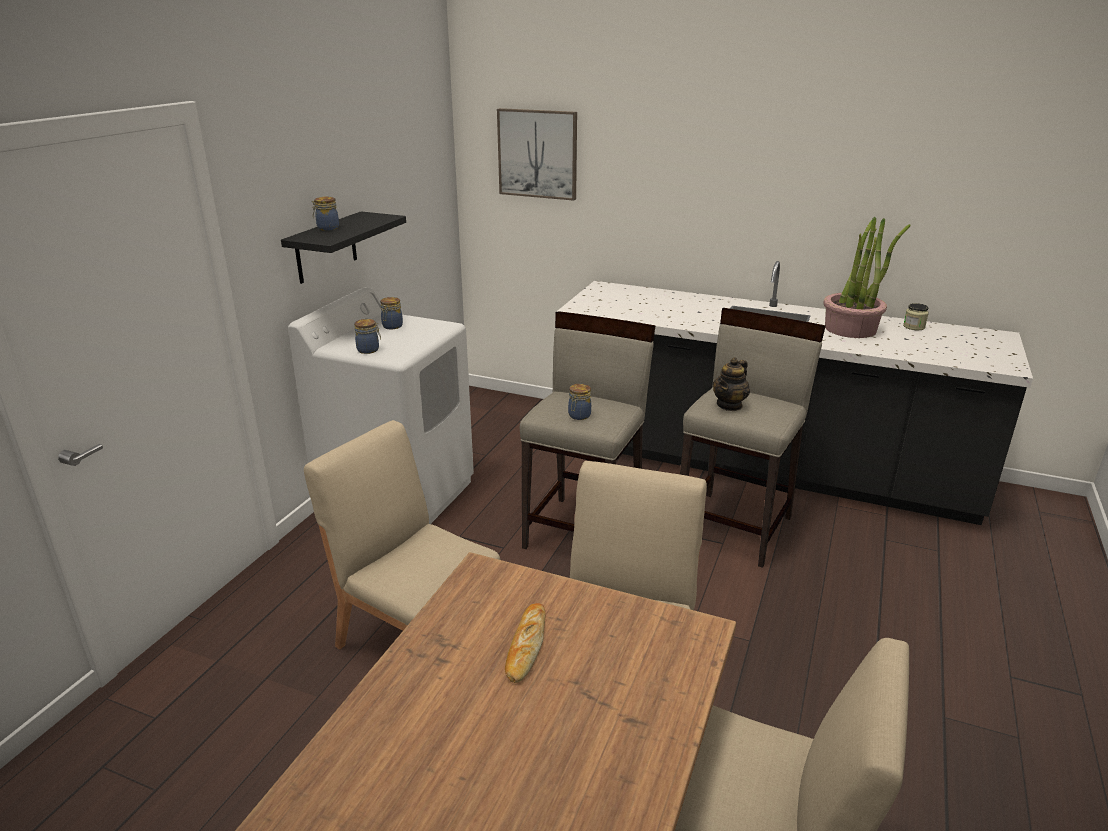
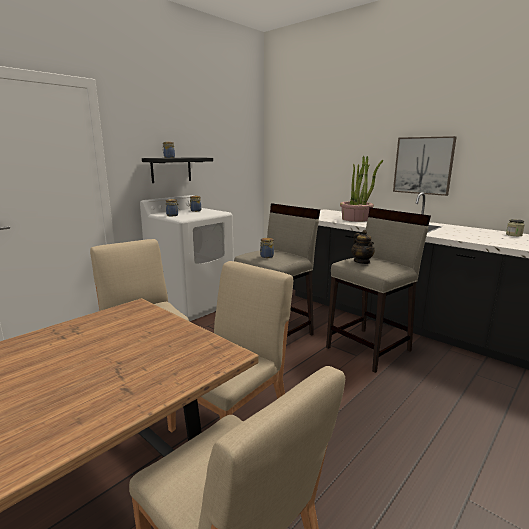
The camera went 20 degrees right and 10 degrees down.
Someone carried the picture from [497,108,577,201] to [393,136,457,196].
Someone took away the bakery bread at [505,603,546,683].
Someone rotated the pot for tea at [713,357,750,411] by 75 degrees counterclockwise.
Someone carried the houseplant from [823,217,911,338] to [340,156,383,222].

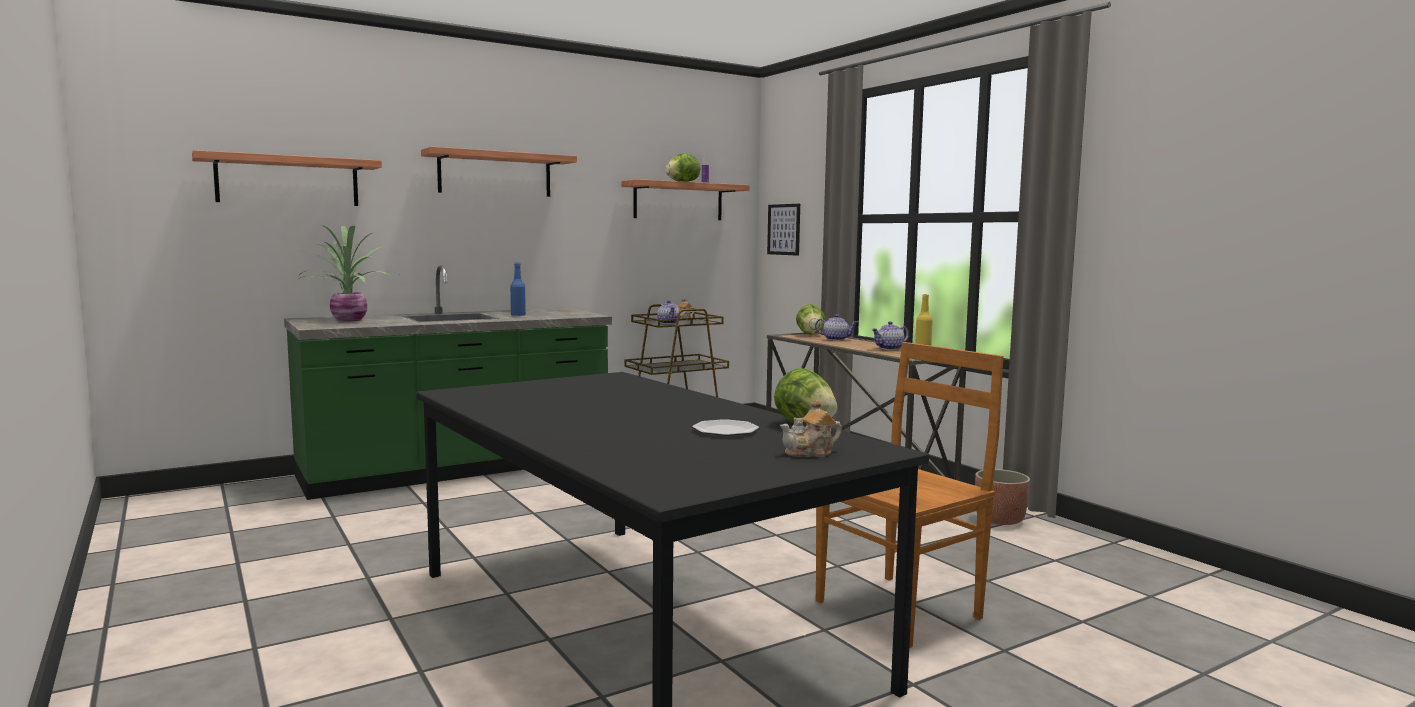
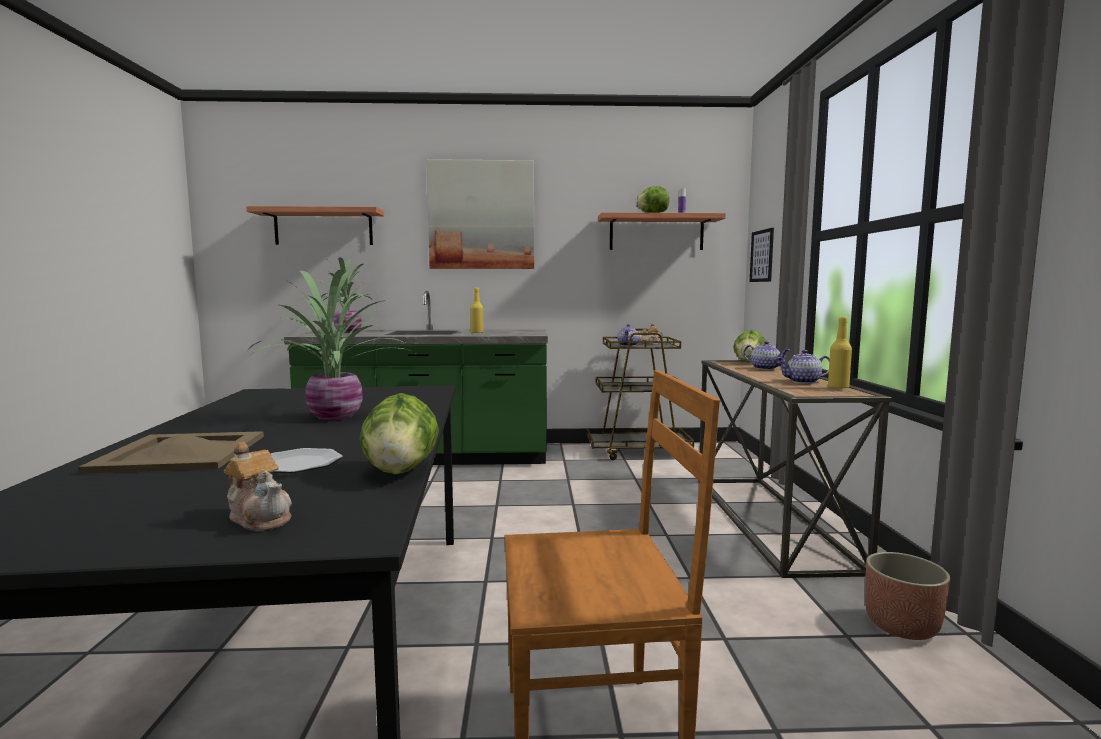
The camera went 30 degrees right and 0 degrees up.
Someone swapped the bracket shelf at [421,147,577,197] for the picture at [426,159,534,269].
Someone repainted the bluish bottle at [510,263,526,316], which became the yellow bottle at [471,288,484,333].
Someone rotated the pot for tea at [780,400,842,457] by 150 degrees counterclockwise.
Someone put down the sand-coloured serving tray at [78,431,264,474].
Someone put down the houseplant at [248,269,415,421].

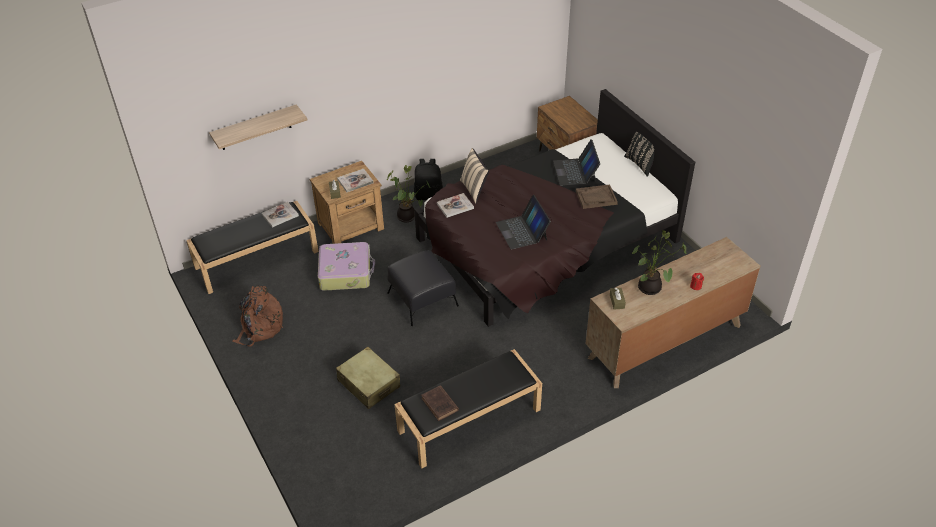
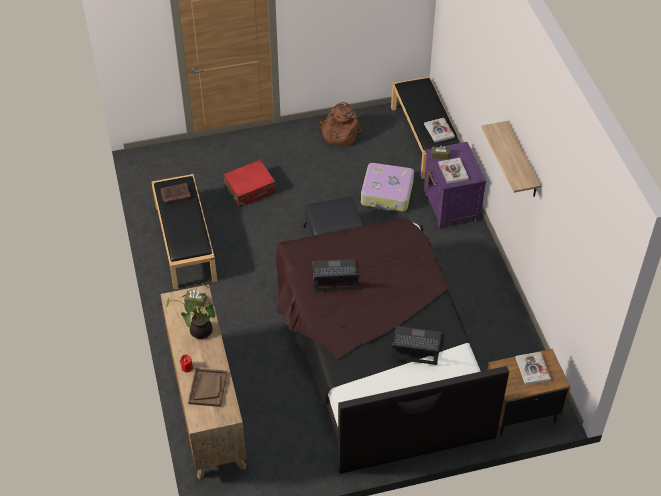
The camera went 105 degrees right and 5 degrees up.
Someone carried the bracket shelf from [209,104,307,150] to [481,121,542,197].
Someone repainted the brown-coloured bedside table at [310,161,384,244], which became the purple-coloured bedside table at [424,142,486,229].
Someone repainted the sand-coloured travel case at [336,347,400,409], which became the reddish travel case at [223,160,276,208].
Someone took away the houseplant at [387,165,430,222].
Someone took away the blackish knapsack at [414,159,443,200].
Someone carried the book from [437,193,474,218] to [515,352,551,385].
Someone took away the sand-coloured cushion at [460,148,489,204].
Someone carried the brown-coloured serving tray from [576,184,618,209] to [188,368,227,407].

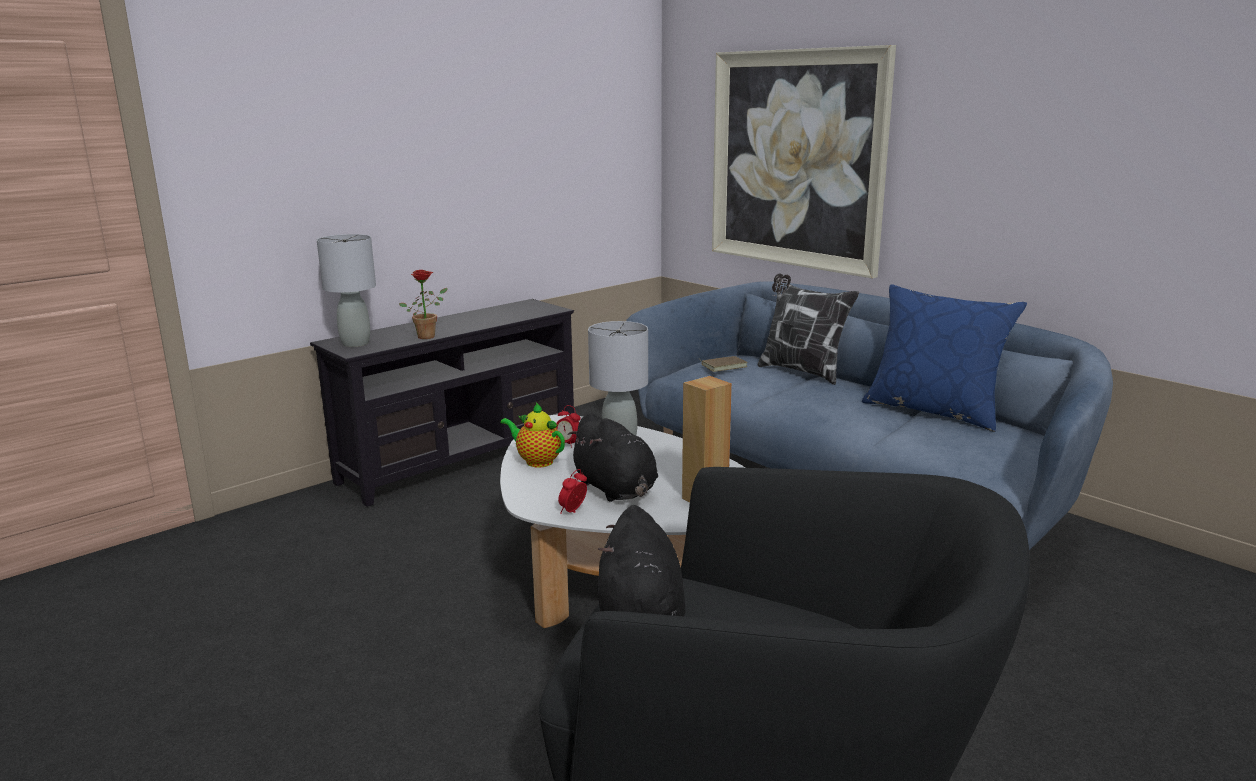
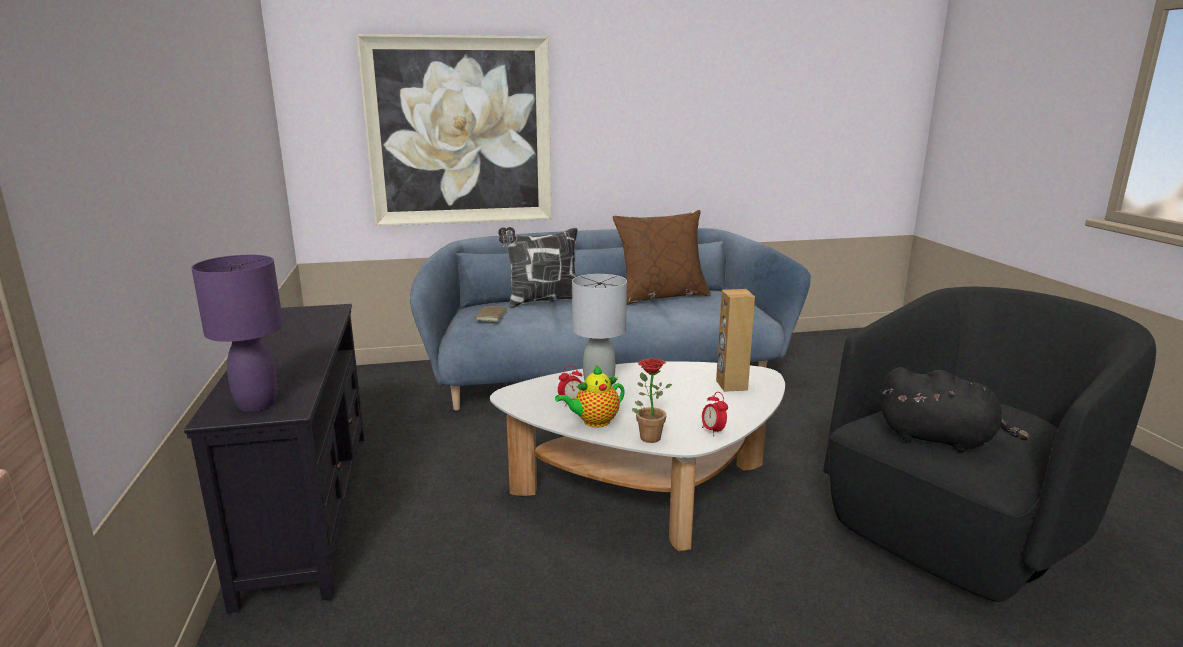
The camera went 60 degrees left and 0 degrees up.
Someone repainted the grey tabletop lamp at [317,234,376,347], which became the purple-coloured tabletop lamp at [191,255,283,412].
Someone carried the houseplant from [399,270,447,339] to [632,358,672,443].
Someone took away the blackish plush toy at [568,412,658,502].
Someone repainted the bluish cushion at [862,284,1027,432], which became the brown-coloured cushion at [613,210,711,305].

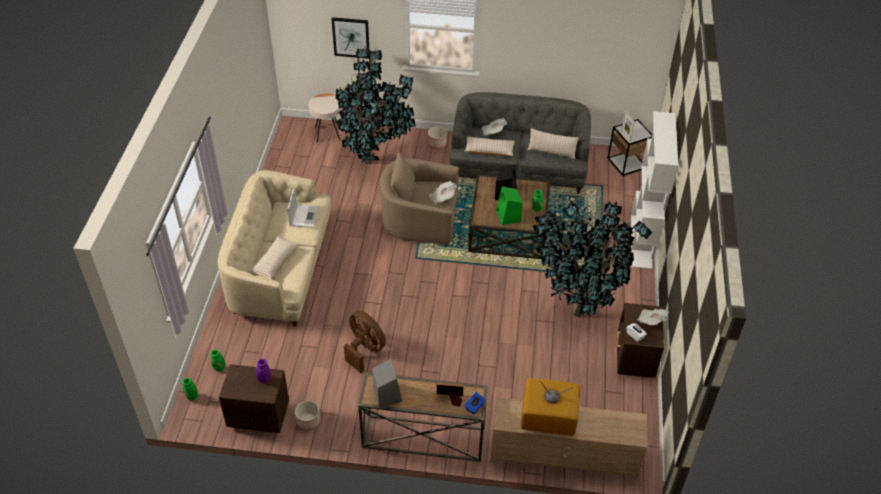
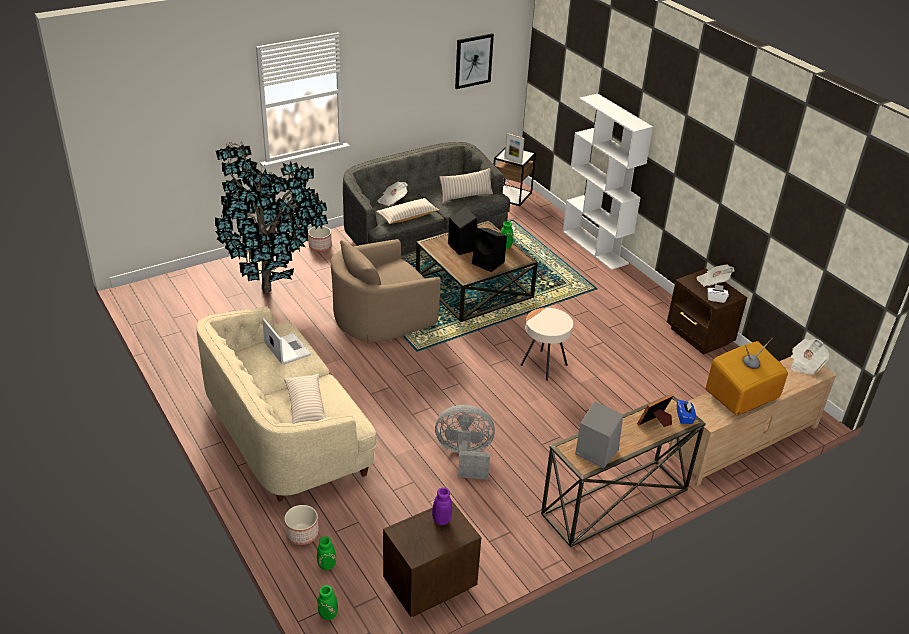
The camera went 40 degrees left and 10 degrees down.
Someone carried the plant pot from [295,401,321,431] to [284,505,319,545].
Someone carried the sand-coloured end table from [308,93,342,143] to [521,308,573,381].
Someone carried the picture from [332,17,370,59] to [455,33,494,89].
Someone repainted the brown-coloured electric fan at [344,311,386,373], which became the grey electric fan at [435,405,495,480].
Someone carried the printed paper from [429,181,457,204] to [791,339,829,375].
Someone repainted the green-coloured audio speaker at [496,186,523,225], which became the blackish audio speaker at [472,228,507,272].
Someone took away the houseplant at [533,201,653,317].

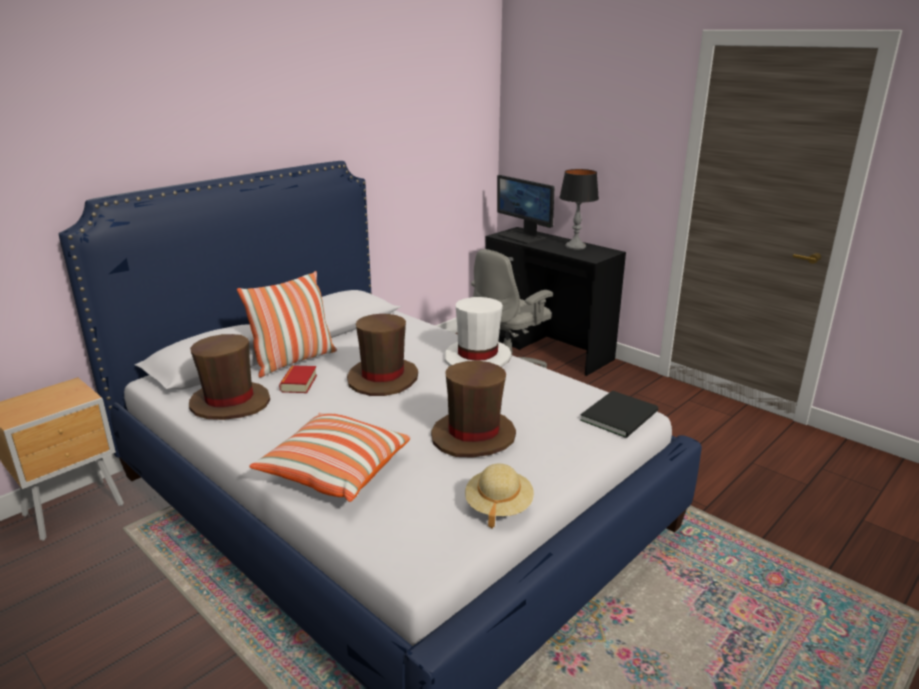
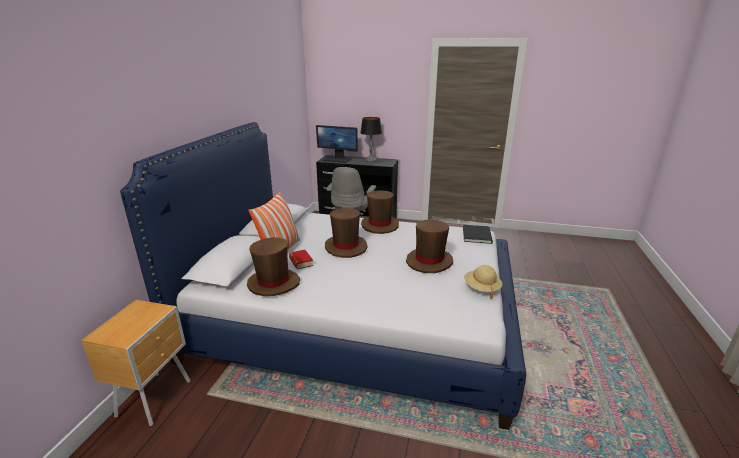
The camera went 30 degrees left and 0 degrees up.
Someone took away the cushion at [250,413,410,502].
Someone repainted the white-coloured clothing hat at [445,297,511,367], which became the brown-coloured clothing hat at [361,190,399,234].

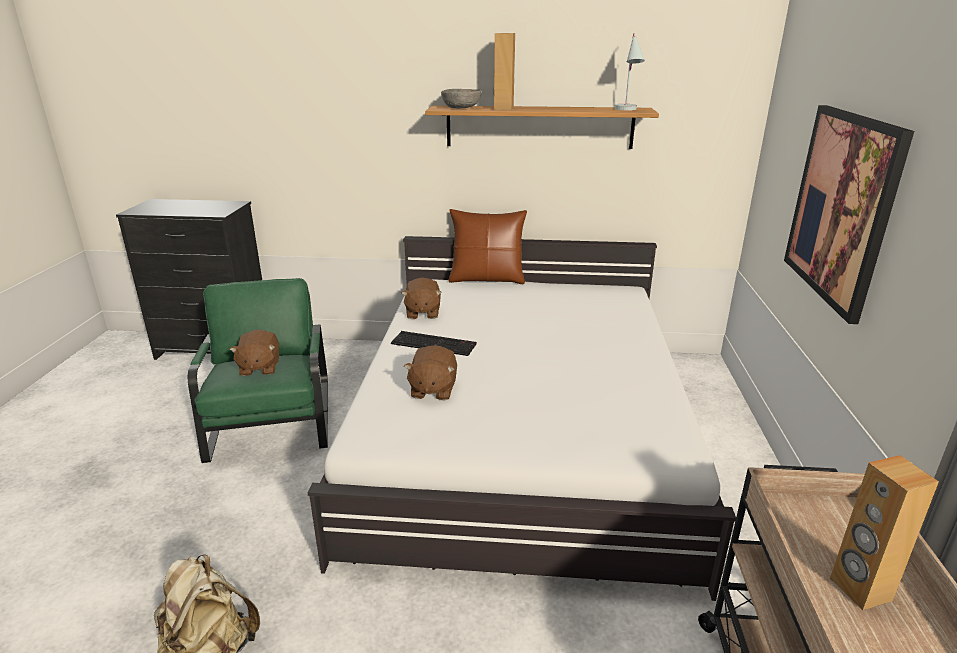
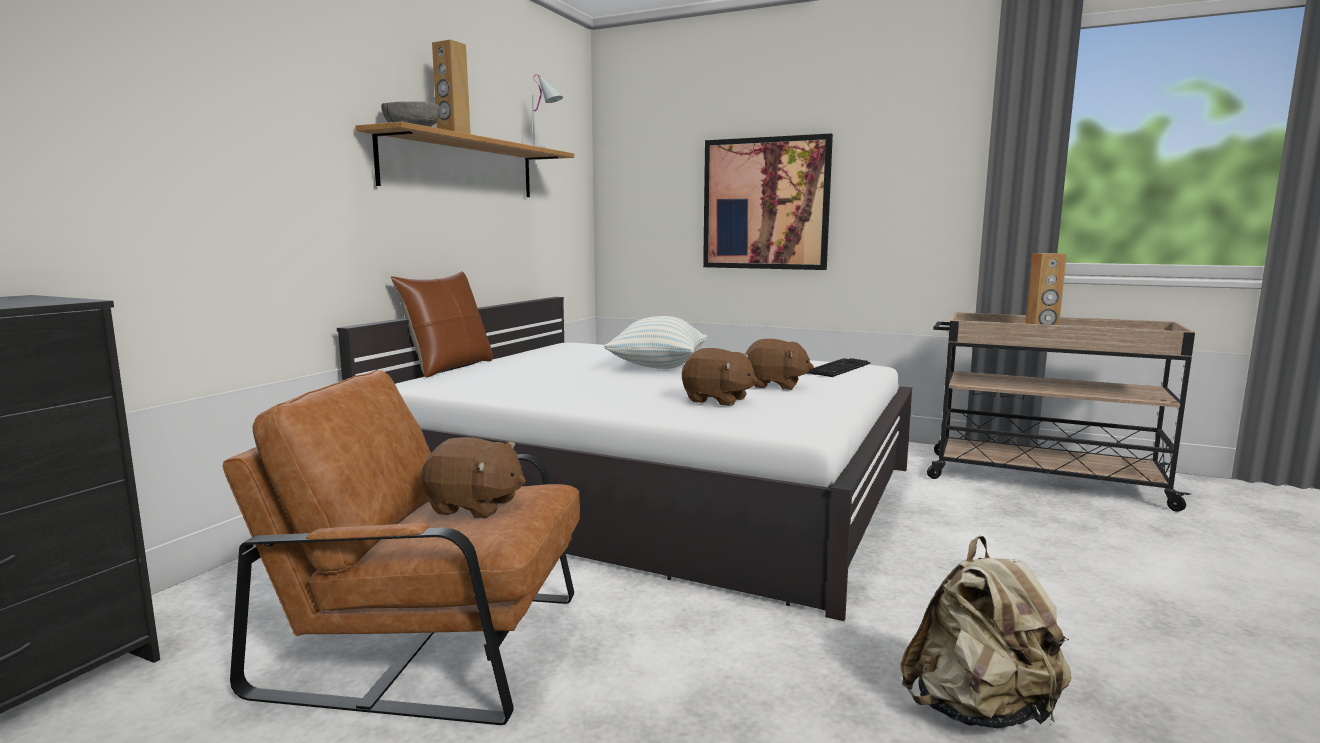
The camera went 70 degrees left and 15 degrees down.
Someone repainted the green-coloured armchair at [188,278,328,463], which became the brown-coloured armchair at [223,370,580,725].
Someone carried the PC keyboard from [391,331,477,356] to [806,358,870,377].
Someone carried the brown-coloured plush toy from [401,278,442,319] to [745,339,814,390].
Someone put down the cushion at [604,316,707,369].

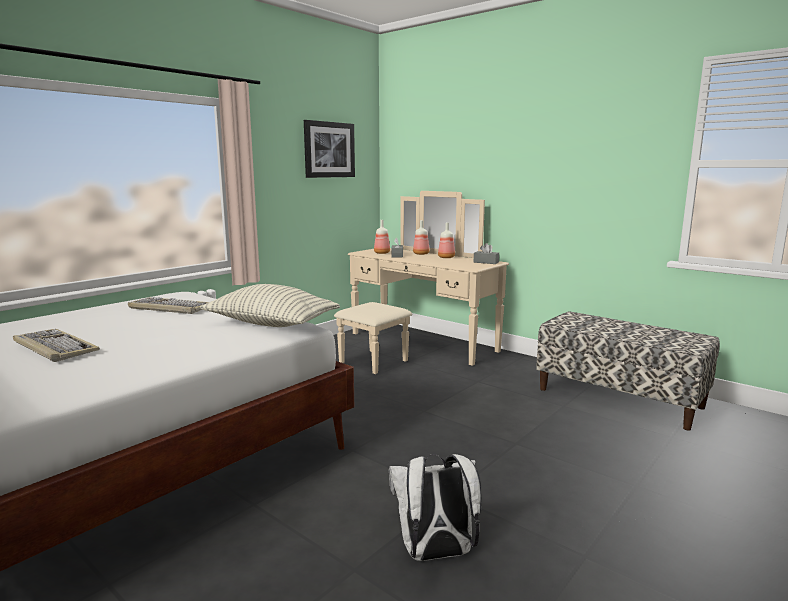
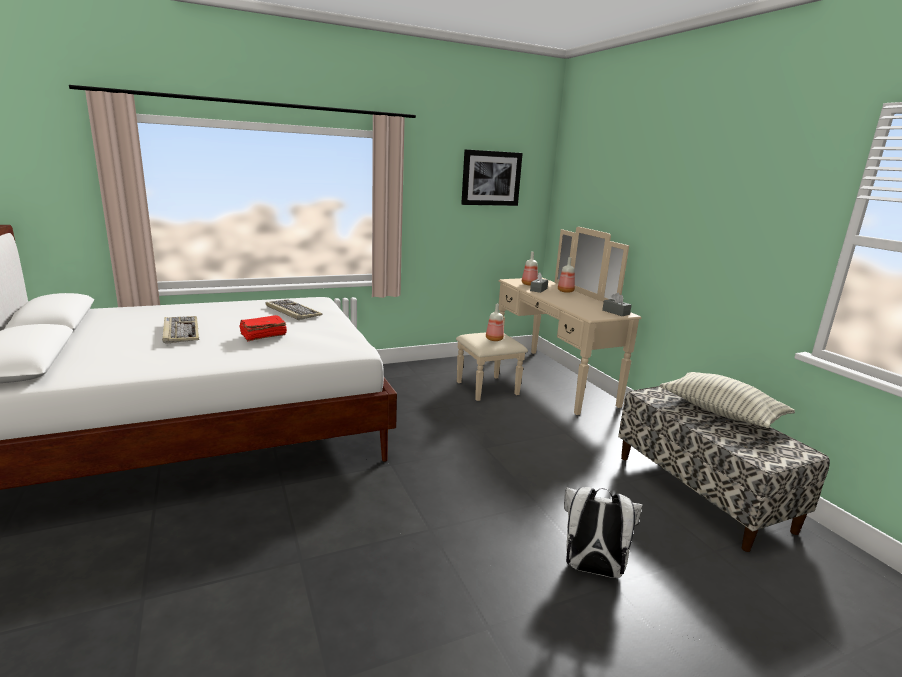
The camera went 25 degrees right and 5 degrees up.
Someone carried the cushion from [200,284,340,327] to [660,372,795,428].
Someone carried the white-coloured knapsack from [389,454,482,561] to [564,487,643,578].
Someone carried the bottle from [438,222,455,258] to [486,304,504,341].
Someone put down the reddish book at [239,315,287,341].

